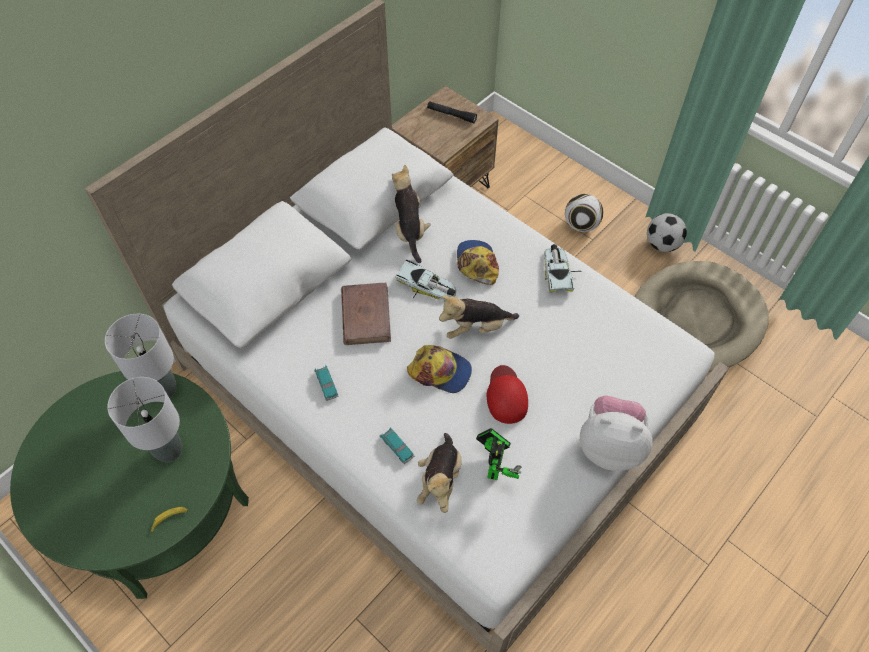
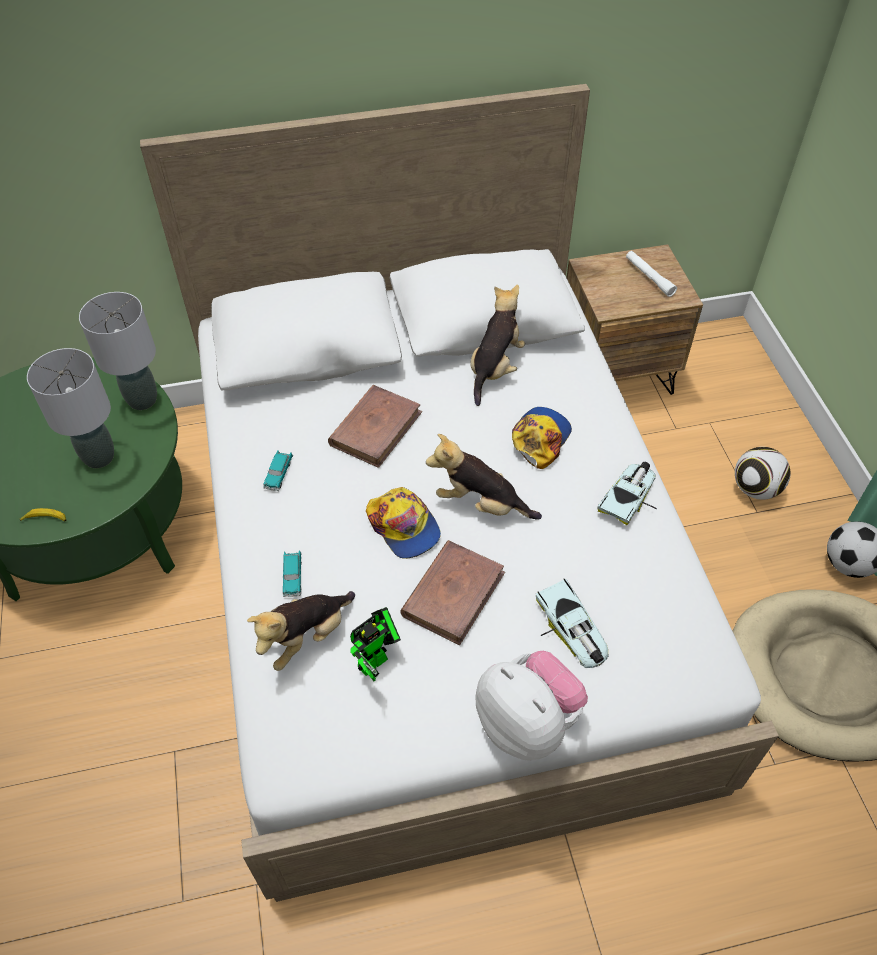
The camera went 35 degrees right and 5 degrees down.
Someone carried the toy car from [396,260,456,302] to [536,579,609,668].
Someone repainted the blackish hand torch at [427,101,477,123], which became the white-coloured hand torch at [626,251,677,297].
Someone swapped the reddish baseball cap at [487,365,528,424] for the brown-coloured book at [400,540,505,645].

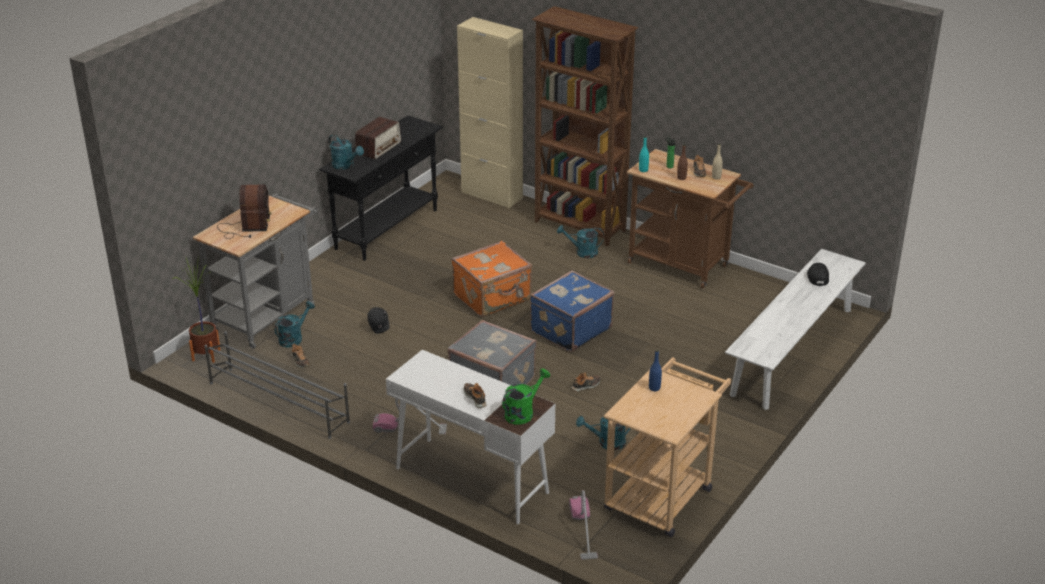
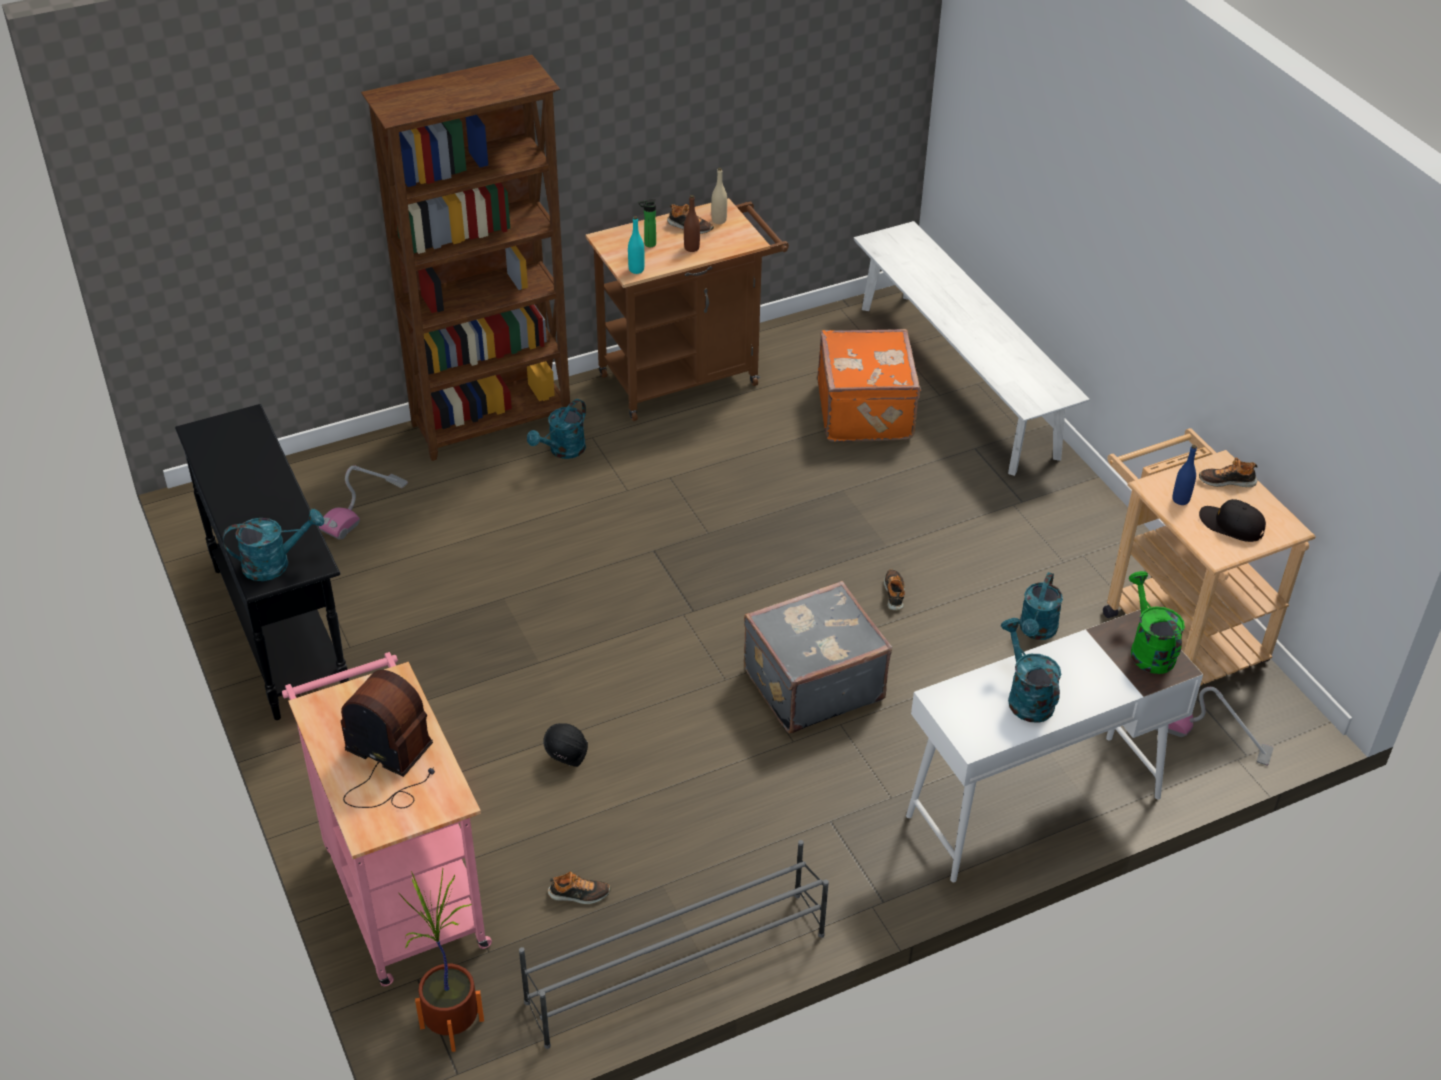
The camera went 60 degrees left and 10 degrees up.
Someone repainted the grey trolley at [193,193,318,349], which became the pink trolley at [282,652,492,986].
Someone carried the blue-green watering pot from [274,301,315,348] to [1001,618,1061,723].
Someone took away the radio receiver at [355,117,401,159].
Someone carried the vacuum cleaner from [373,399,447,434] to [319,466,408,540].
Someone carried the orange-coloured travel case from [452,240,532,317] to [817,329,922,442].
Someone took away the sand-coloured cupboard at [457,17,523,209].
Someone carried the shoe from [464,383,487,408] to [1199,458,1258,487].
Someone took away the bluish travel case at [530,270,614,352].
Someone carried the blackish baseball cap from [807,263,829,286] to [1199,499,1266,542].

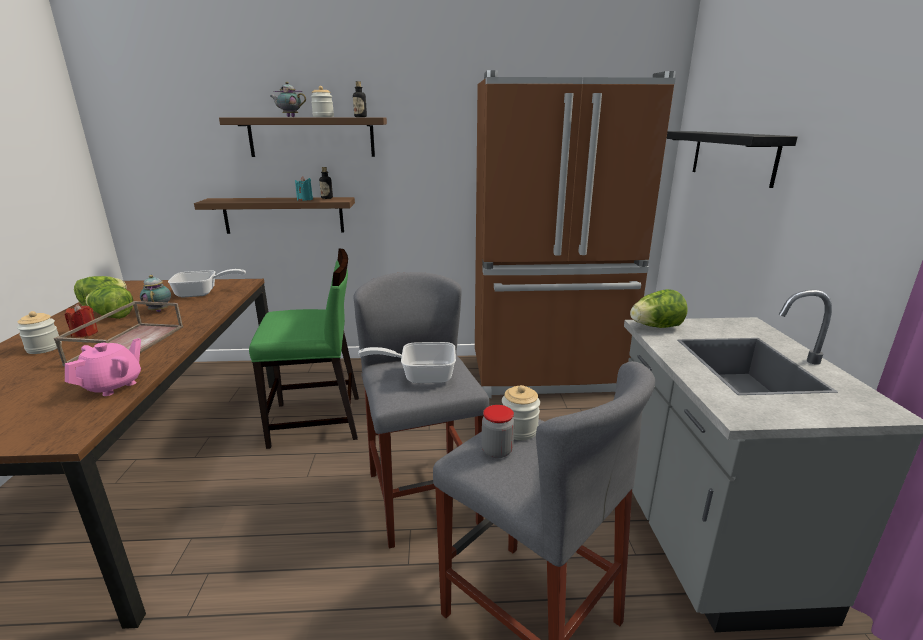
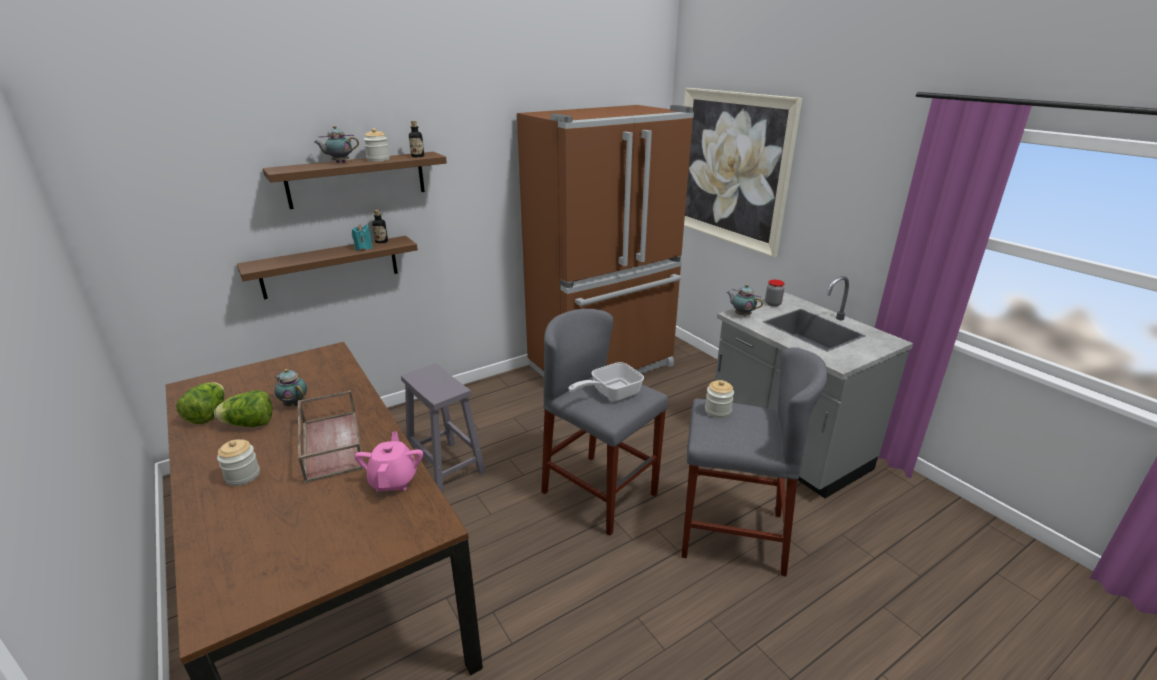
The camera went 30 degrees left and 5 degrees up.
Someone took away the reddish candle at [65,304,98,337].
Someone took away the skillet at [168,269,246,297].
Someone swapped the green-coloured plain chair at [249,248,359,449] for the grey sitting stool at [401,364,486,493].
Someone carried the storage jar from [482,405,514,458] to [765,279,785,307].
Someone swapped the head of lettuce at [630,289,688,328] for the pot for tea at [727,284,763,316].
Someone swapped the blackish bracket shelf at [666,131,798,188] for the picture at [684,88,802,257].

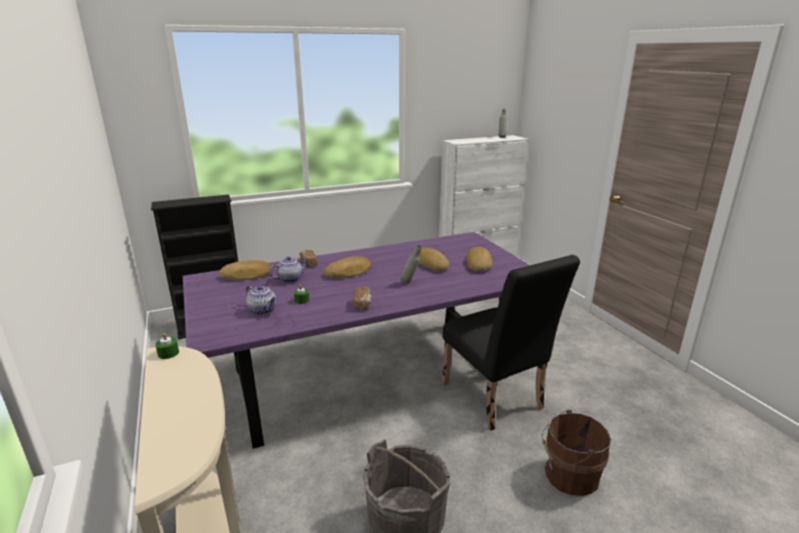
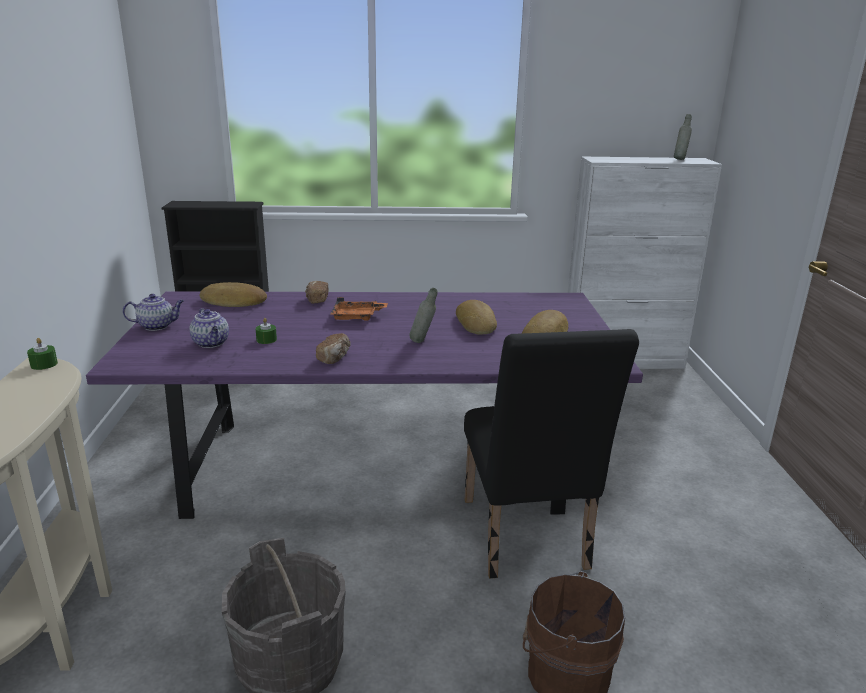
The camera went 20 degrees right and 0 degrees up.
Someone carried the pot for tea from [269,257,308,283] to [123,294,184,331].
Someone swapped the bakery bread at [324,256,371,278] for the orange-coloured serving tray at [330,297,388,321].

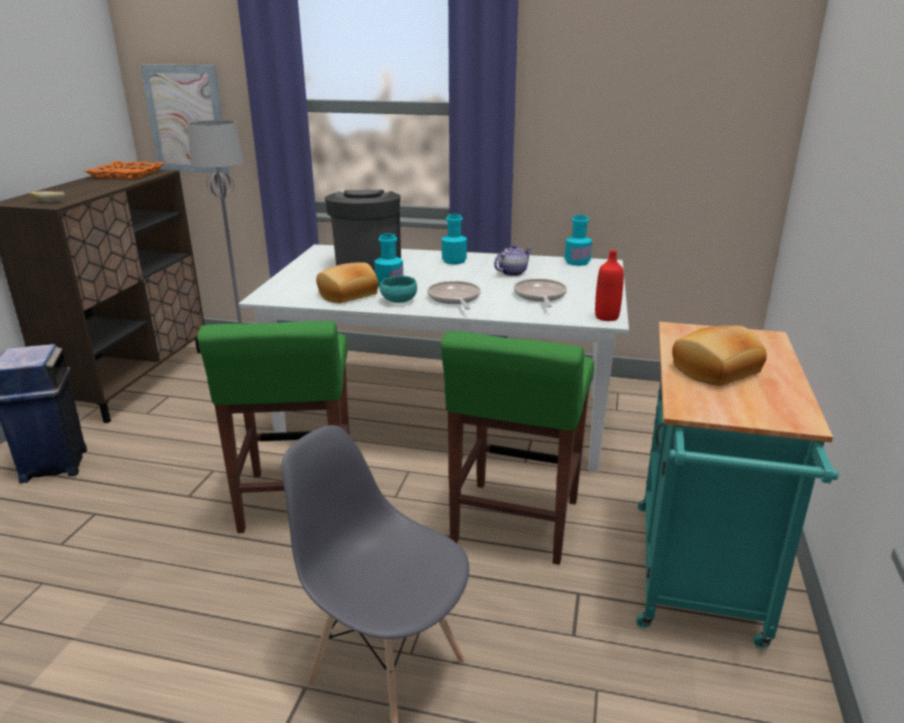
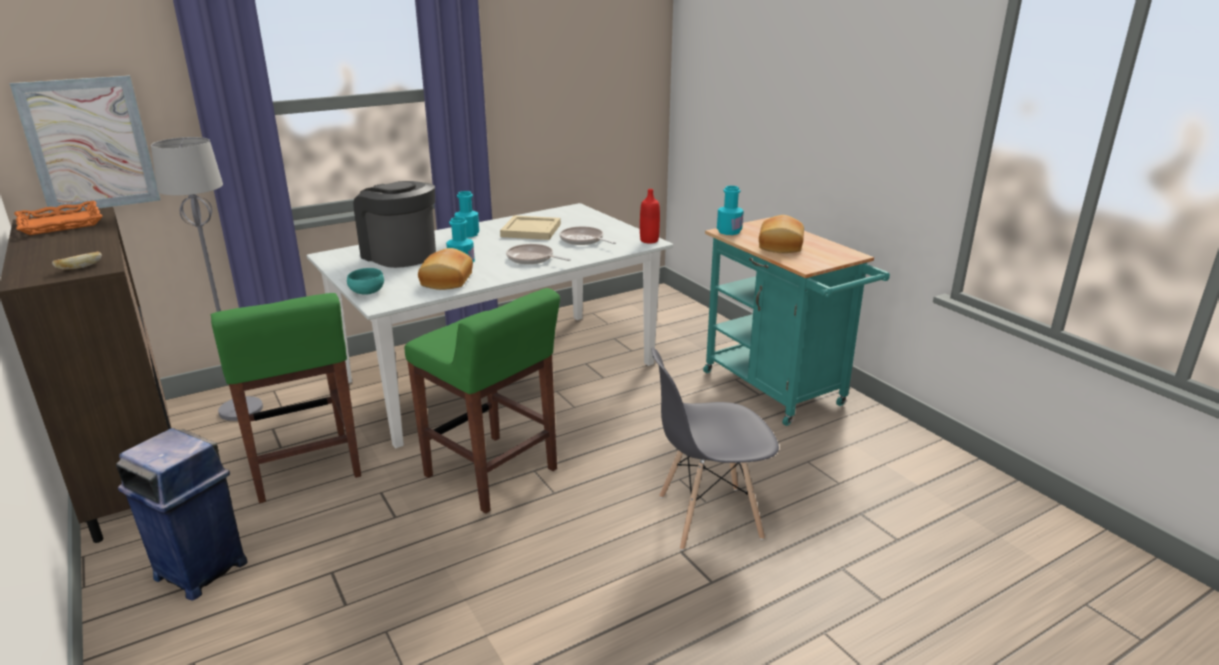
The camera went 45 degrees left and 0 degrees up.
Someone carried the blue-green serving bowl from [380,276,417,303] to [347,268,384,295].
Someone carried the green-coloured sitting stool from [441,331,594,565] to [211,293,361,503].
Someone swapped the pot for tea at [494,245,532,276] for the sand-coloured serving tray at [500,215,561,240].
Someone carried the blue-green bottle from [565,215,592,266] to [717,186,744,235].

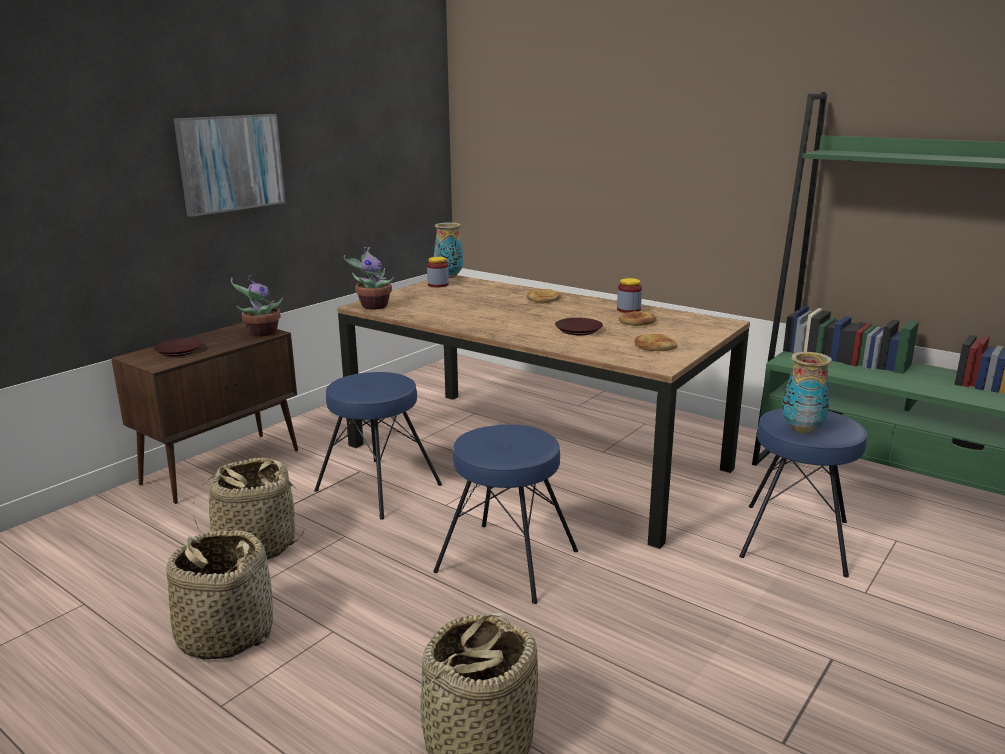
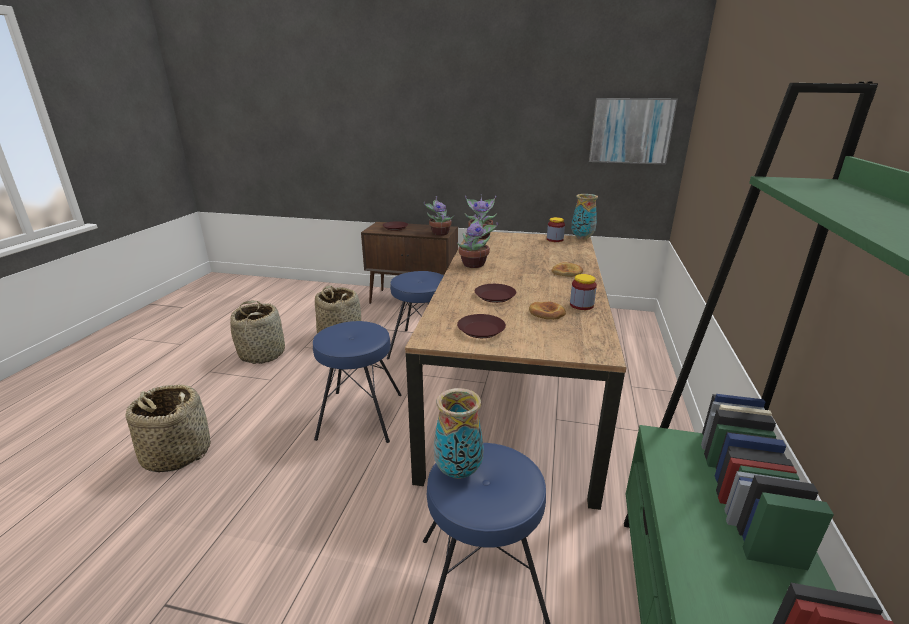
The camera went 65 degrees right and 5 degrees up.
Someone carried the picture from [174,114,285,217] to [589,98,678,164].
Someone swapped the bakery bread at [634,334,677,351] for the brown-coloured plate at [457,314,506,338].
Someone put down the houseplant at [457,215,498,268].

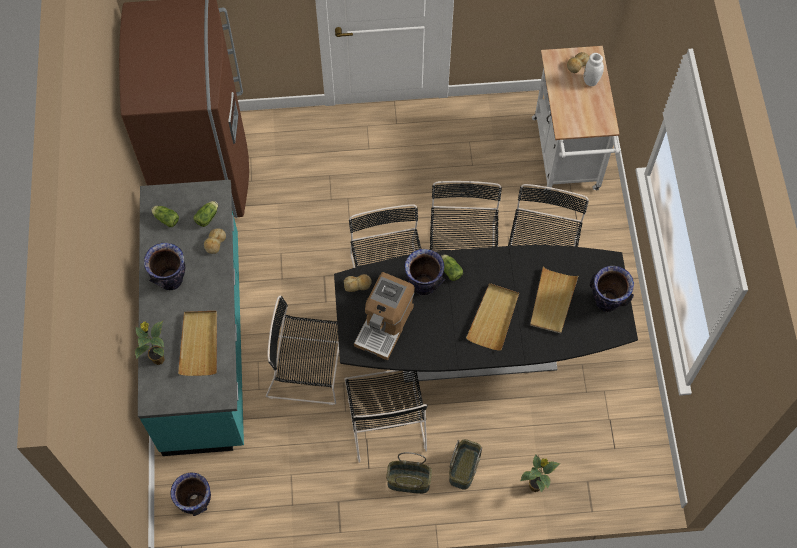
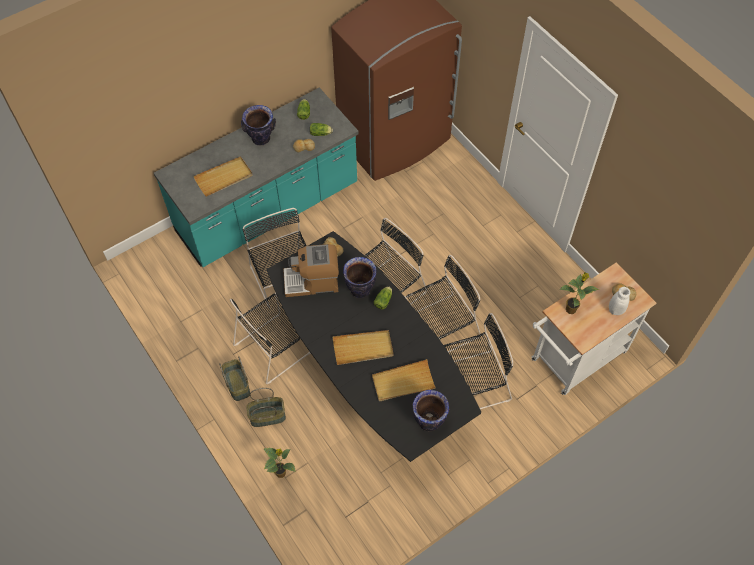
The camera went 60 degrees right and 5 degrees down.
Someone carried the houseplant from [135,321,165,365] to [559,272,599,314].
Someone took away the flower vase at [170,472,211,516].

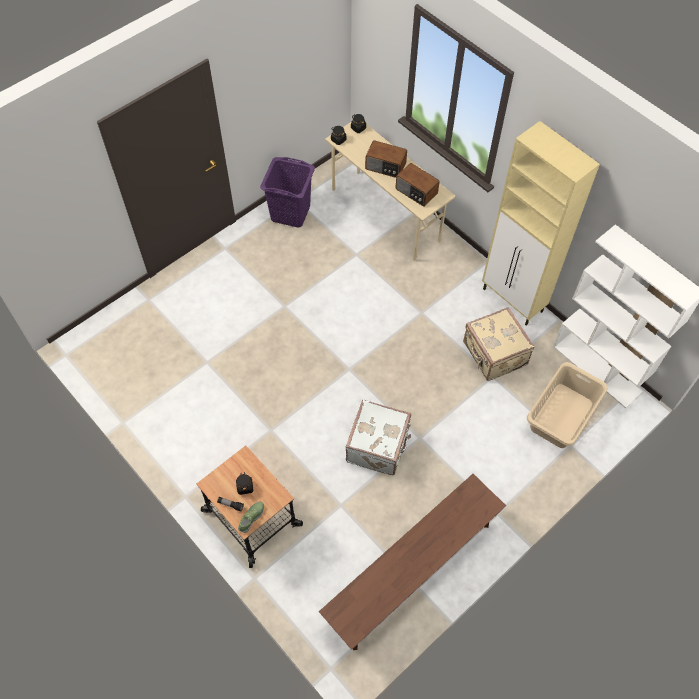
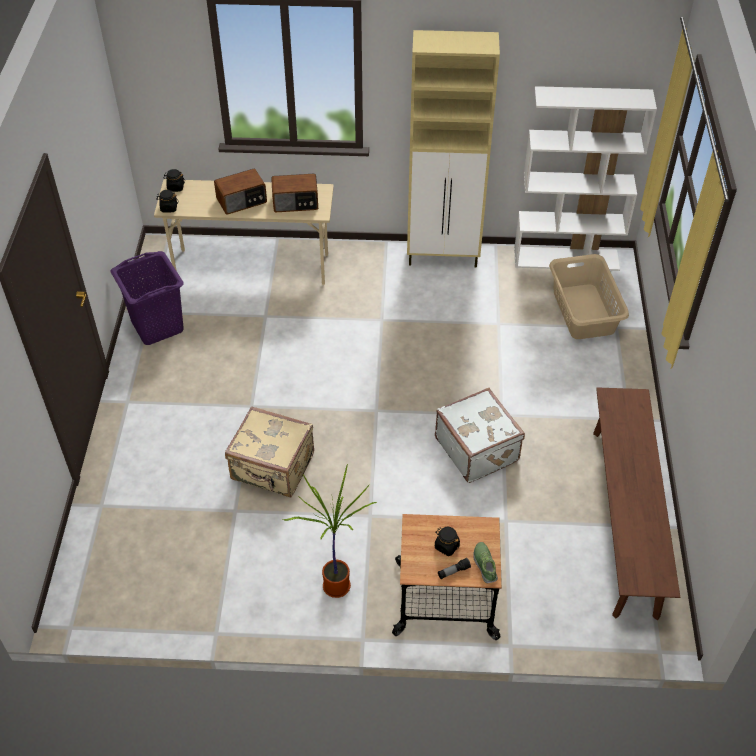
The camera went 45 degrees left and 10 degrees down.
Someone carried the sand-coloured travel case from [463,307,534,381] to [225,406,314,497].
Someone put down the houseplant at [283,463,377,598].

